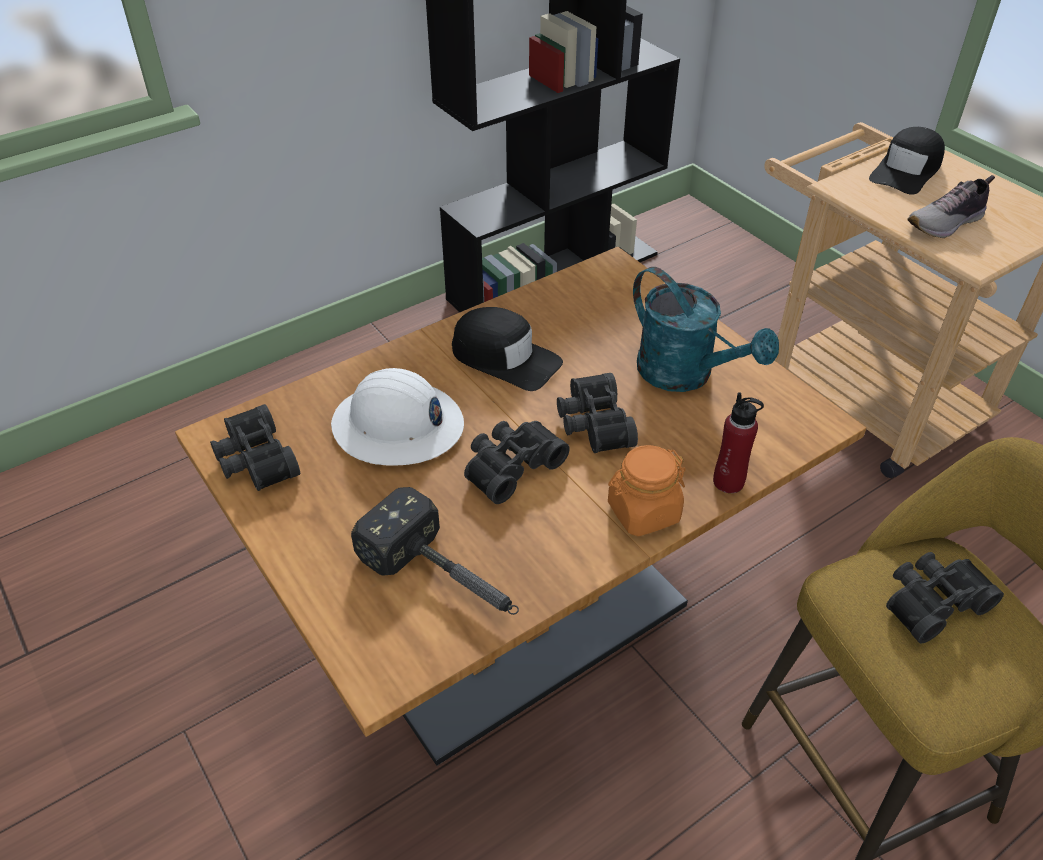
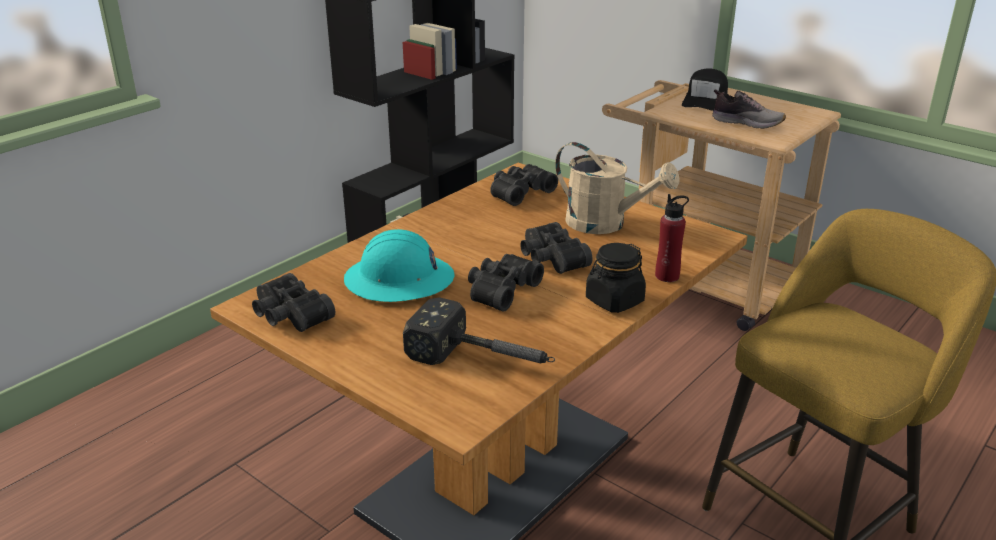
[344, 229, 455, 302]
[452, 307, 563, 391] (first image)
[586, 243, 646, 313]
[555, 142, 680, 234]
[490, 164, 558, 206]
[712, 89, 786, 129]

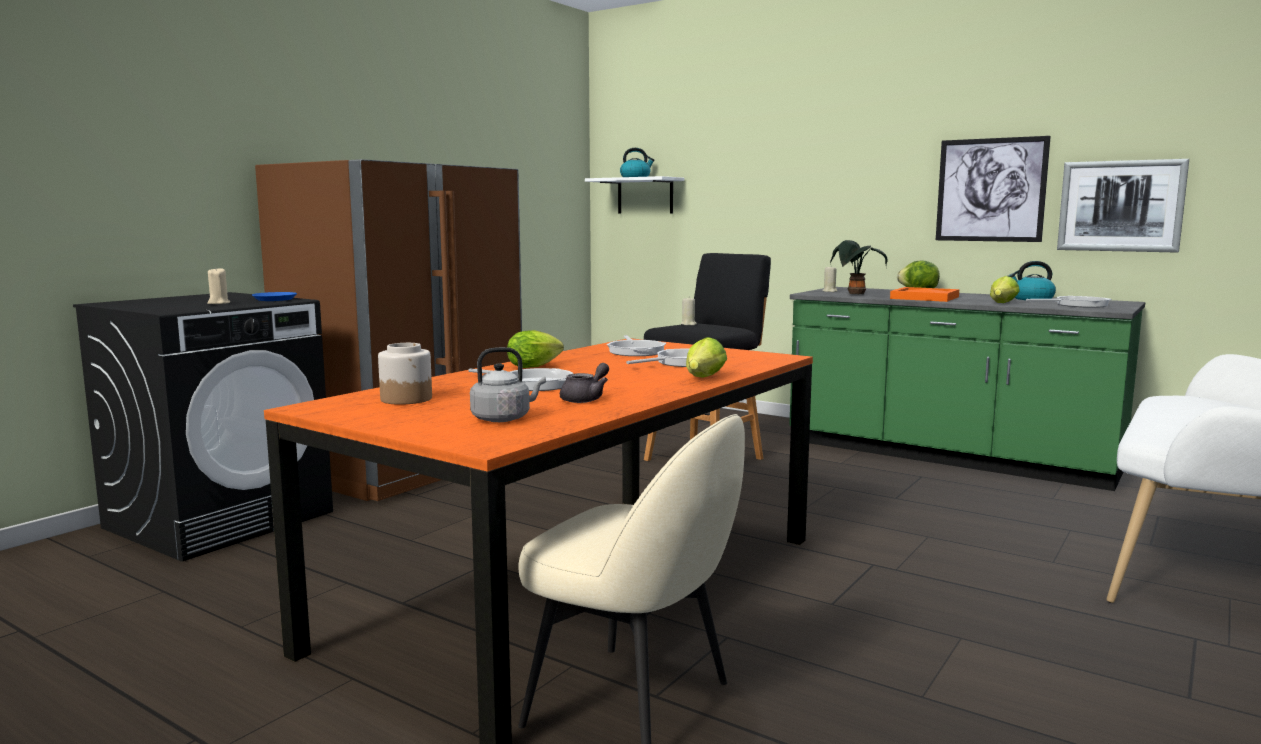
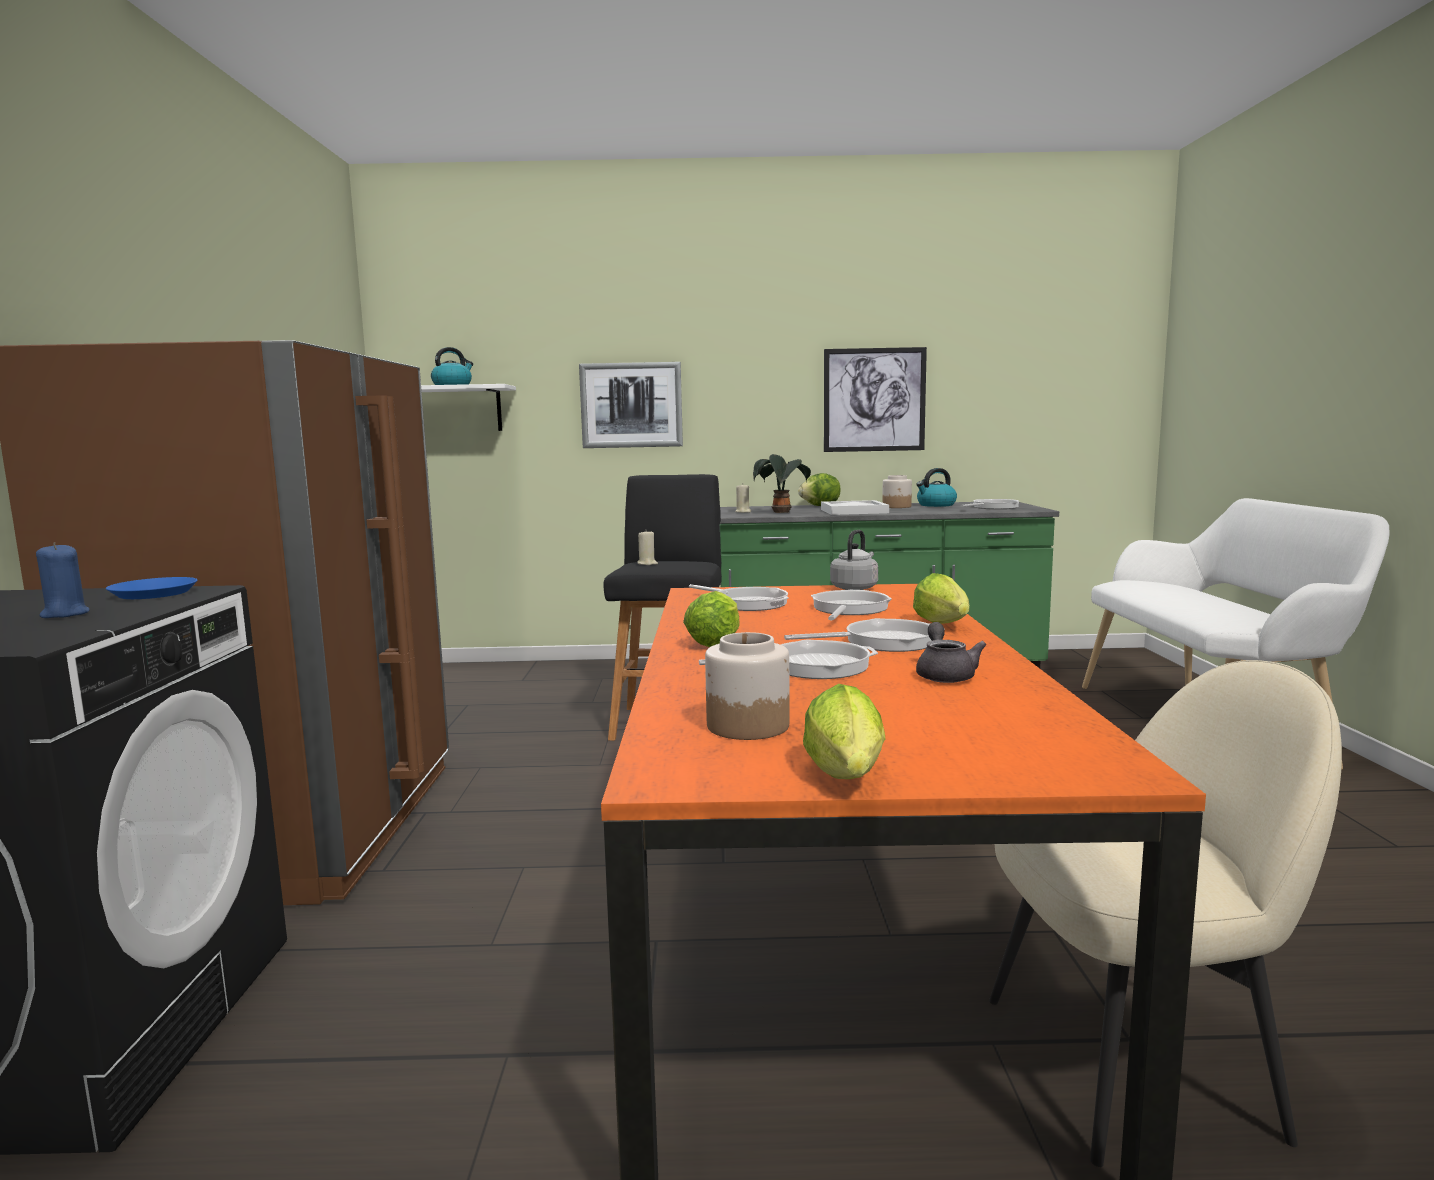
[36, 543, 90, 618]
[830, 530, 878, 590]
[821, 500, 889, 515]
[803, 684, 885, 779]
[579, 362, 683, 448]
[784, 618, 945, 652]
[882, 475, 912, 508]

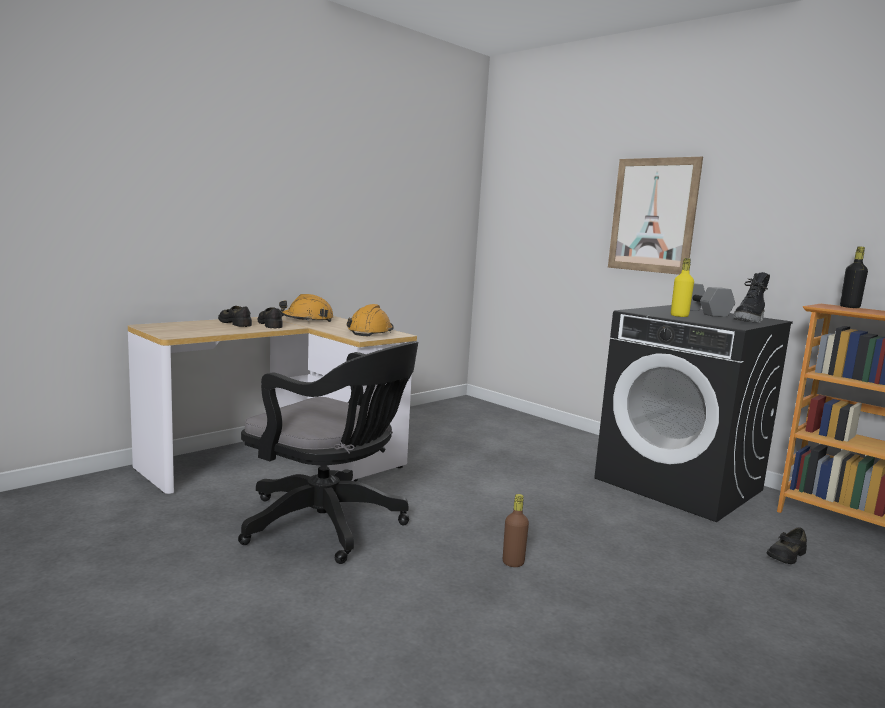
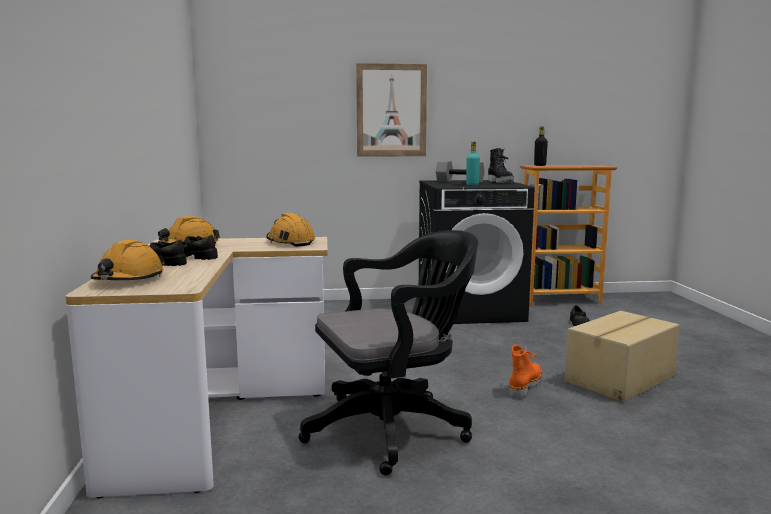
[509, 344, 542, 399]
[466, 142, 480, 186]
[91, 240, 166, 280]
[564, 311, 679, 402]

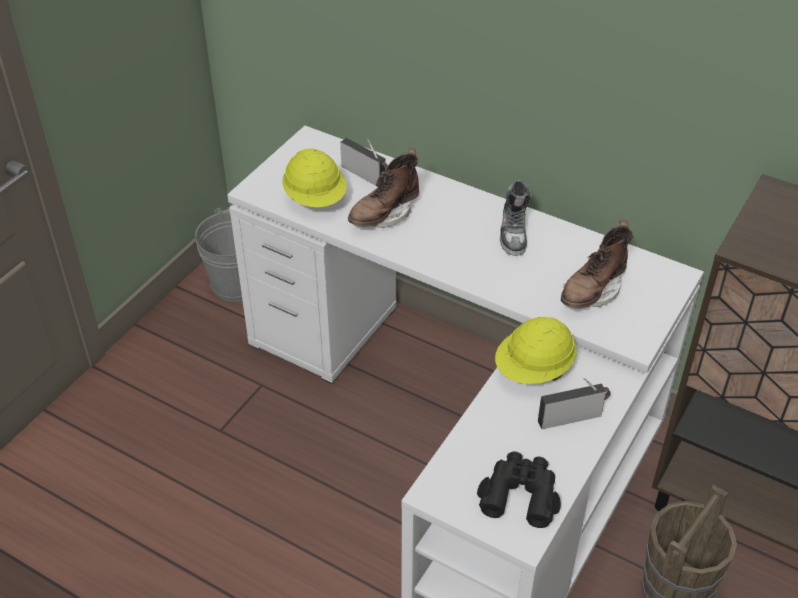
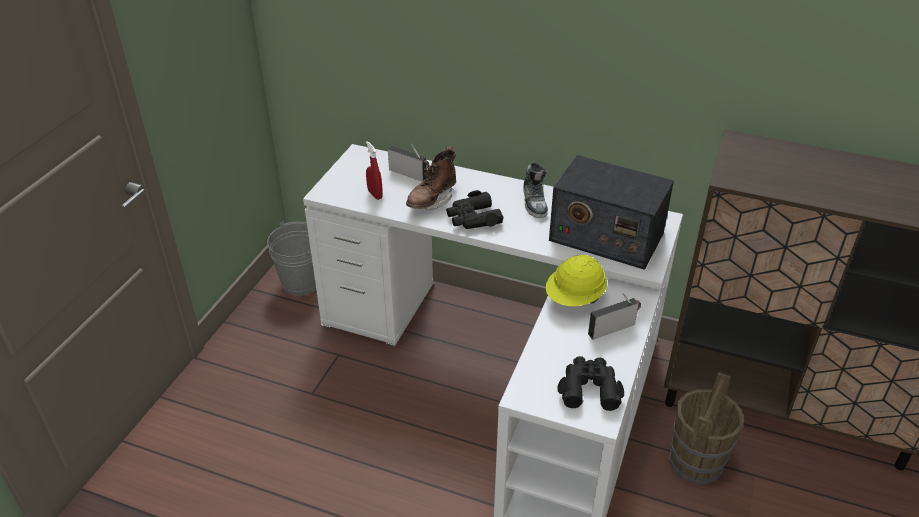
[366, 141, 383, 200]
[549, 155, 674, 270]
[446, 190, 504, 229]

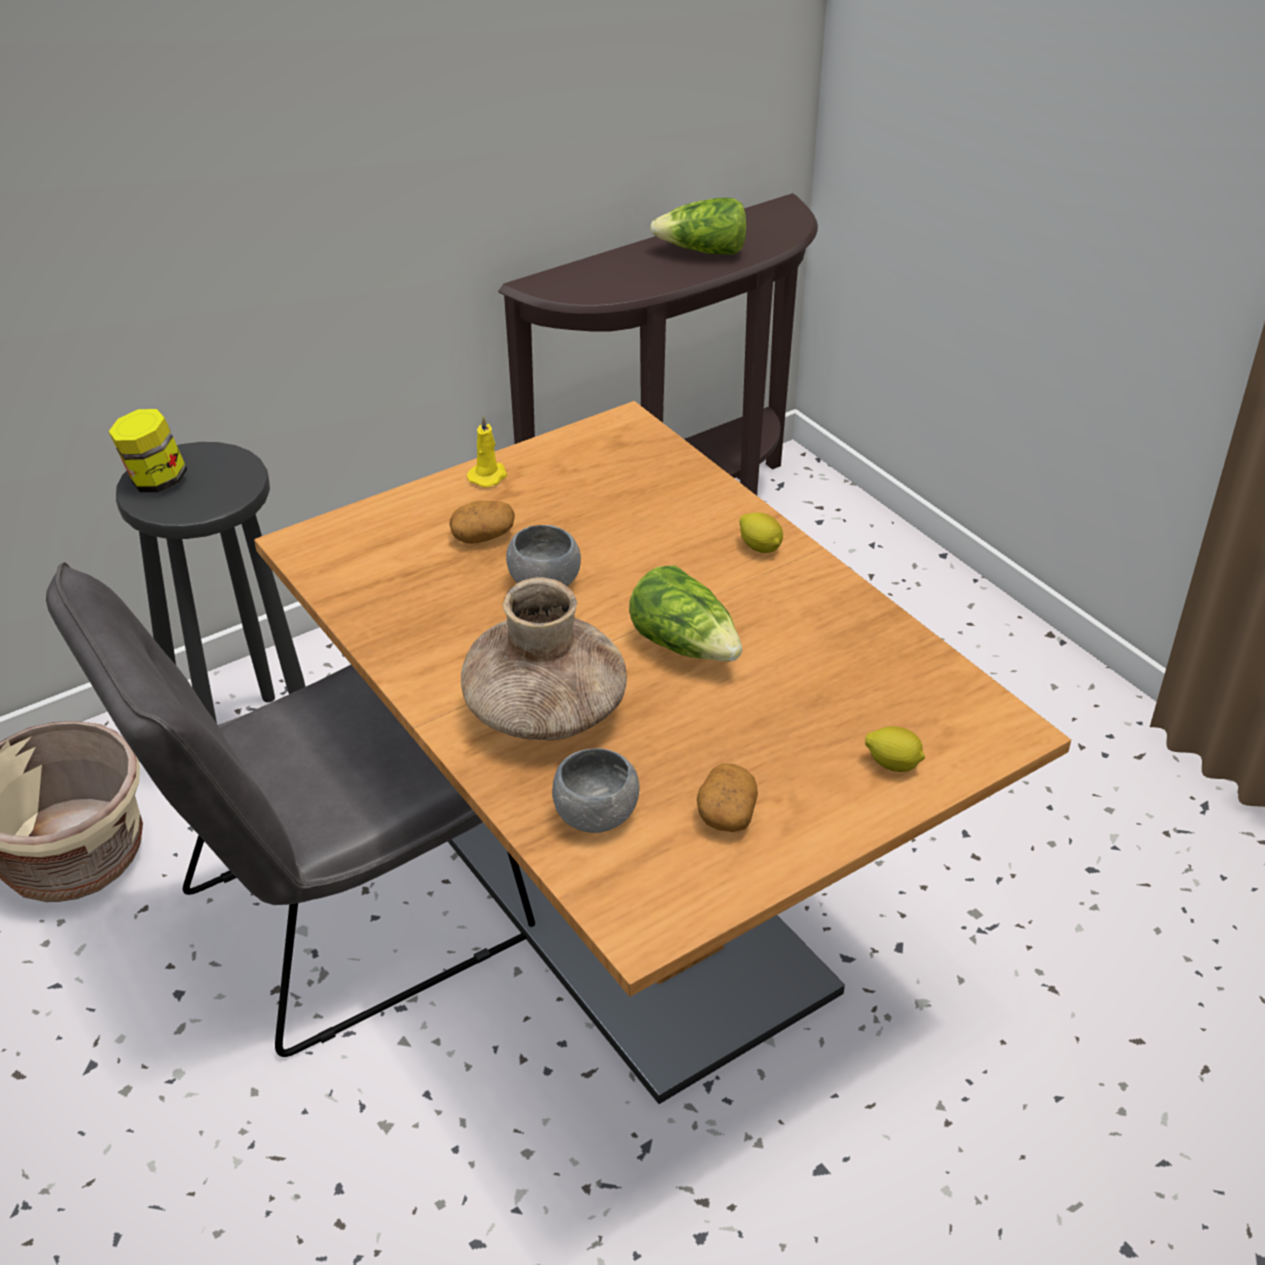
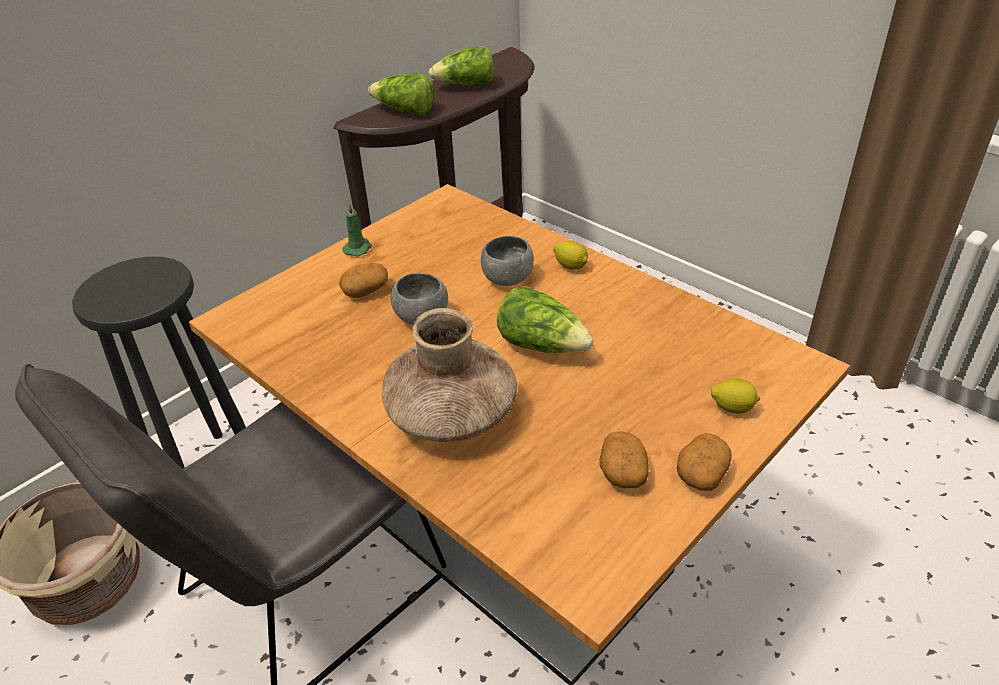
[108, 409, 187, 492] (first image)
[342, 202, 372, 257]
[481, 236, 534, 286]
[368, 73, 434, 115]
[677, 433, 731, 491]

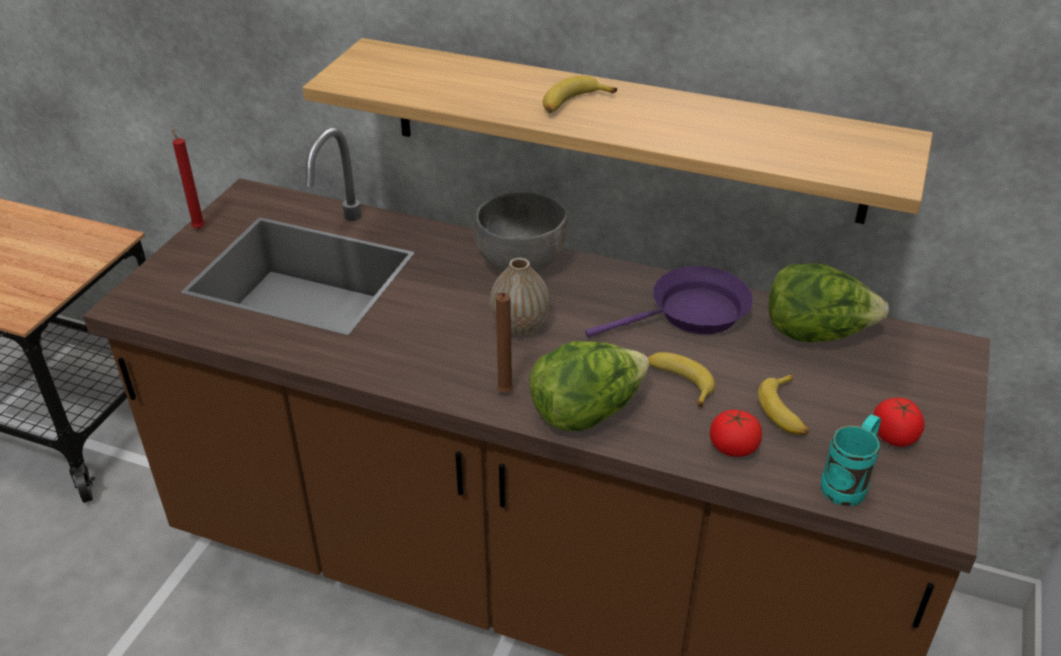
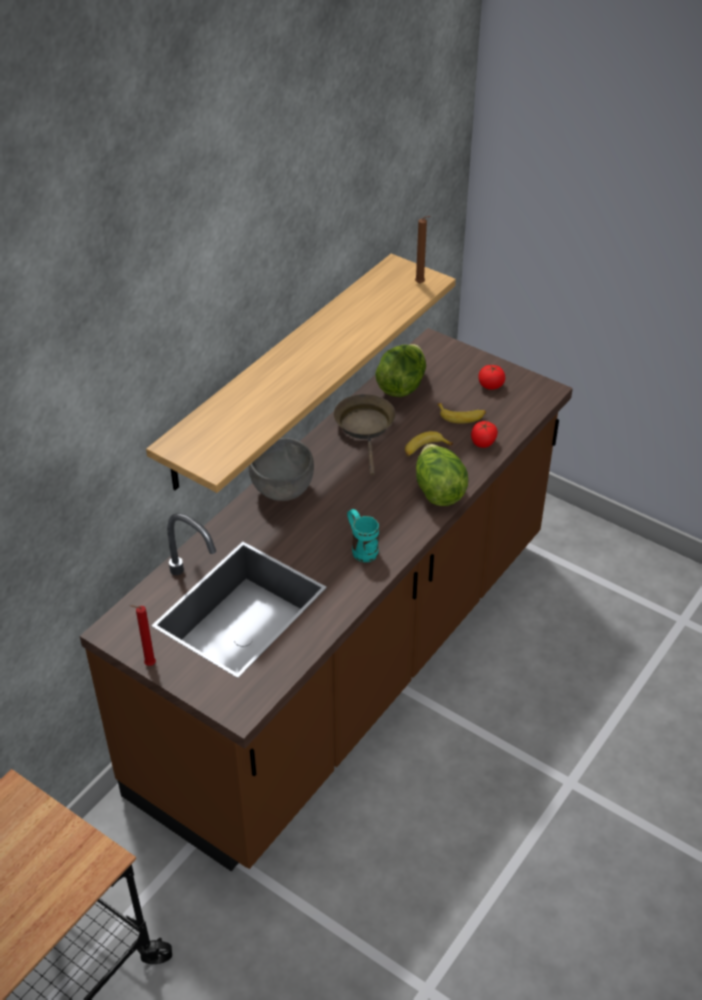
[490, 258, 549, 336] (first image)
[415, 216, 430, 283]
[543, 76, 617, 113] (first image)
[334, 394, 396, 476]
[347, 509, 379, 562]

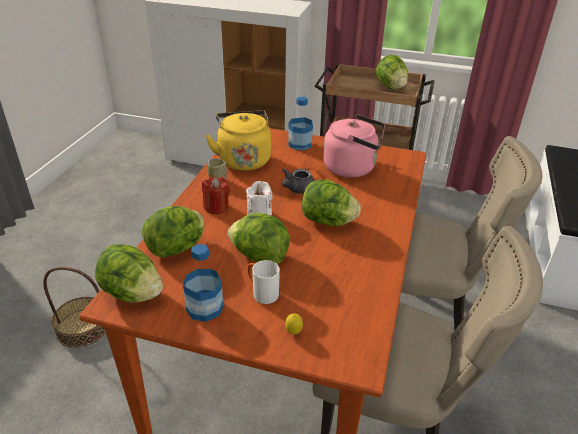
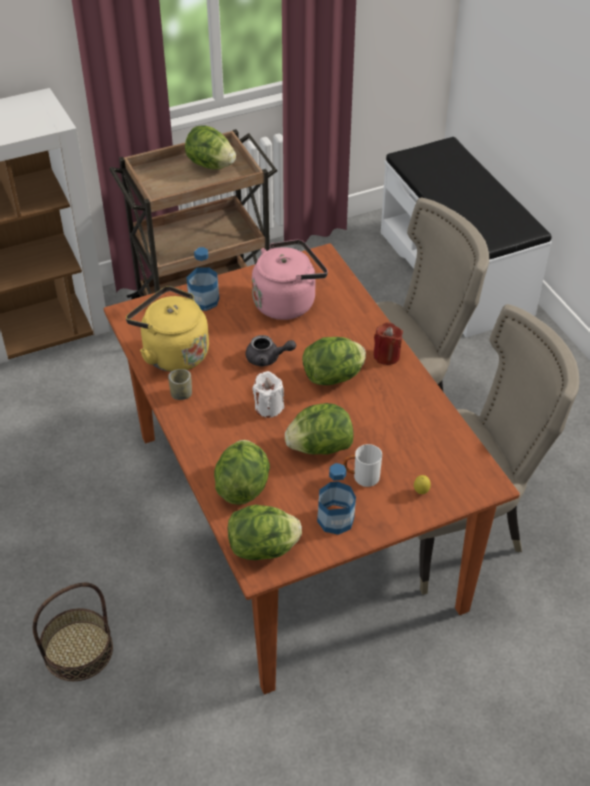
[373, 322, 403, 365]
[245, 335, 296, 367]

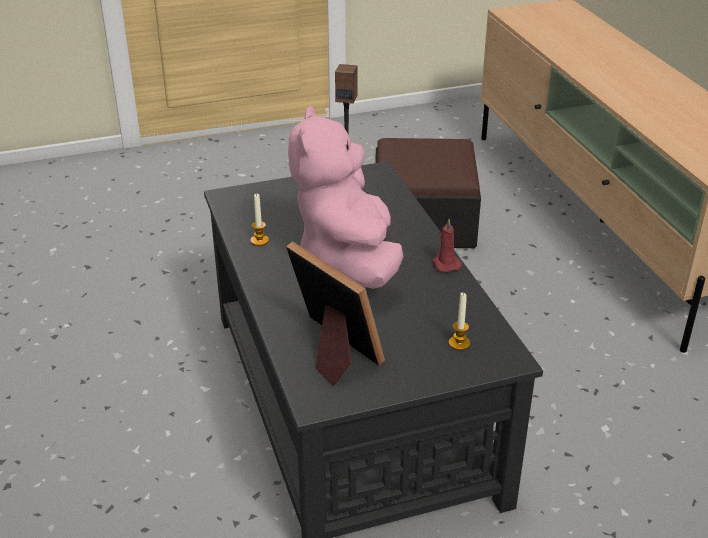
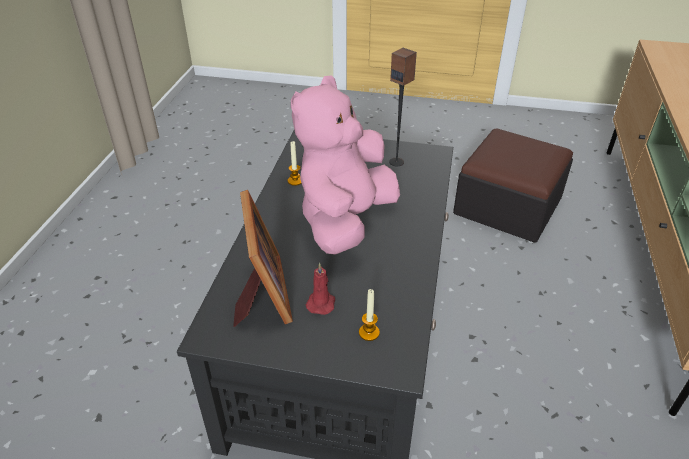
[306, 263, 335, 315]

